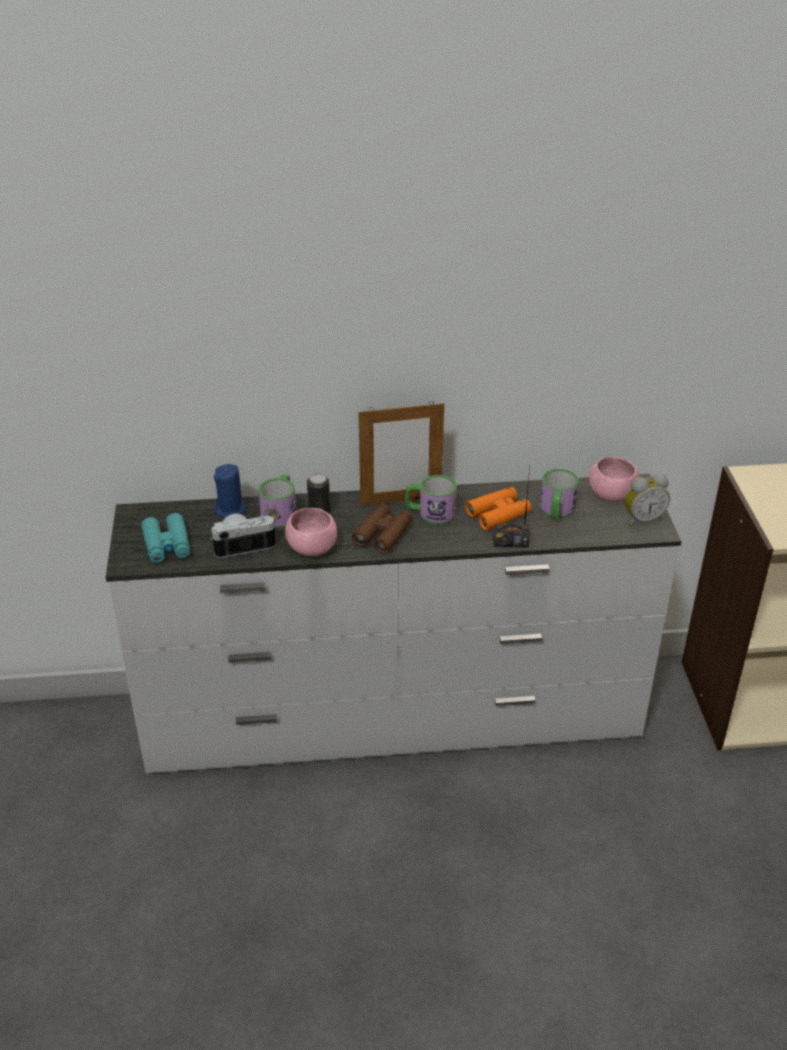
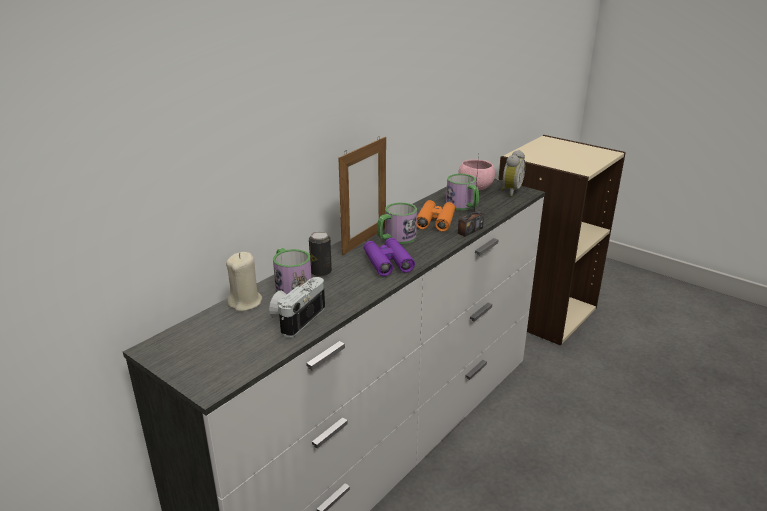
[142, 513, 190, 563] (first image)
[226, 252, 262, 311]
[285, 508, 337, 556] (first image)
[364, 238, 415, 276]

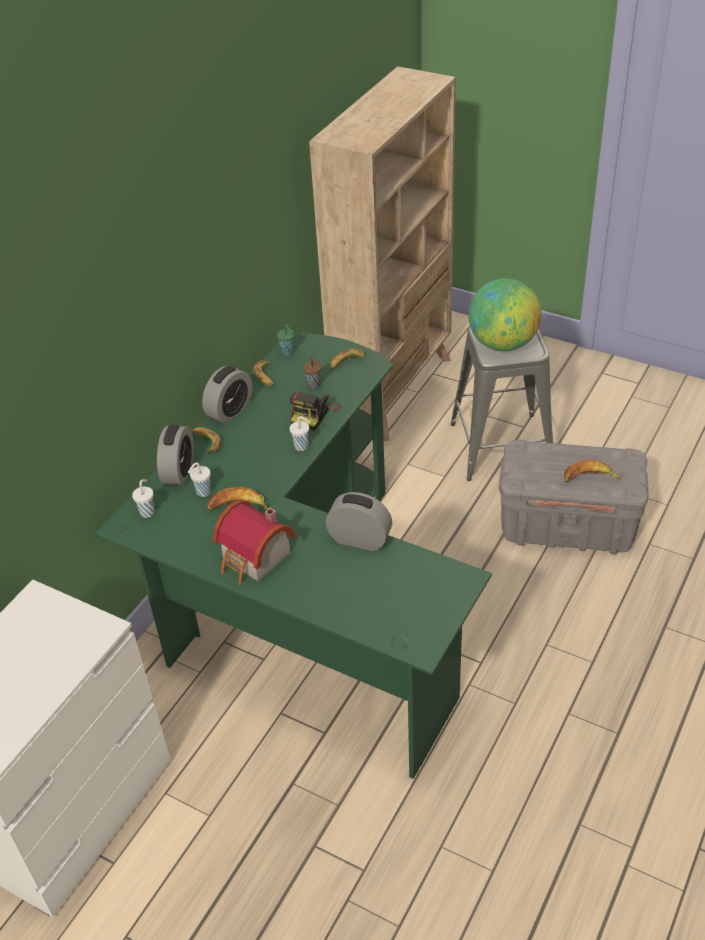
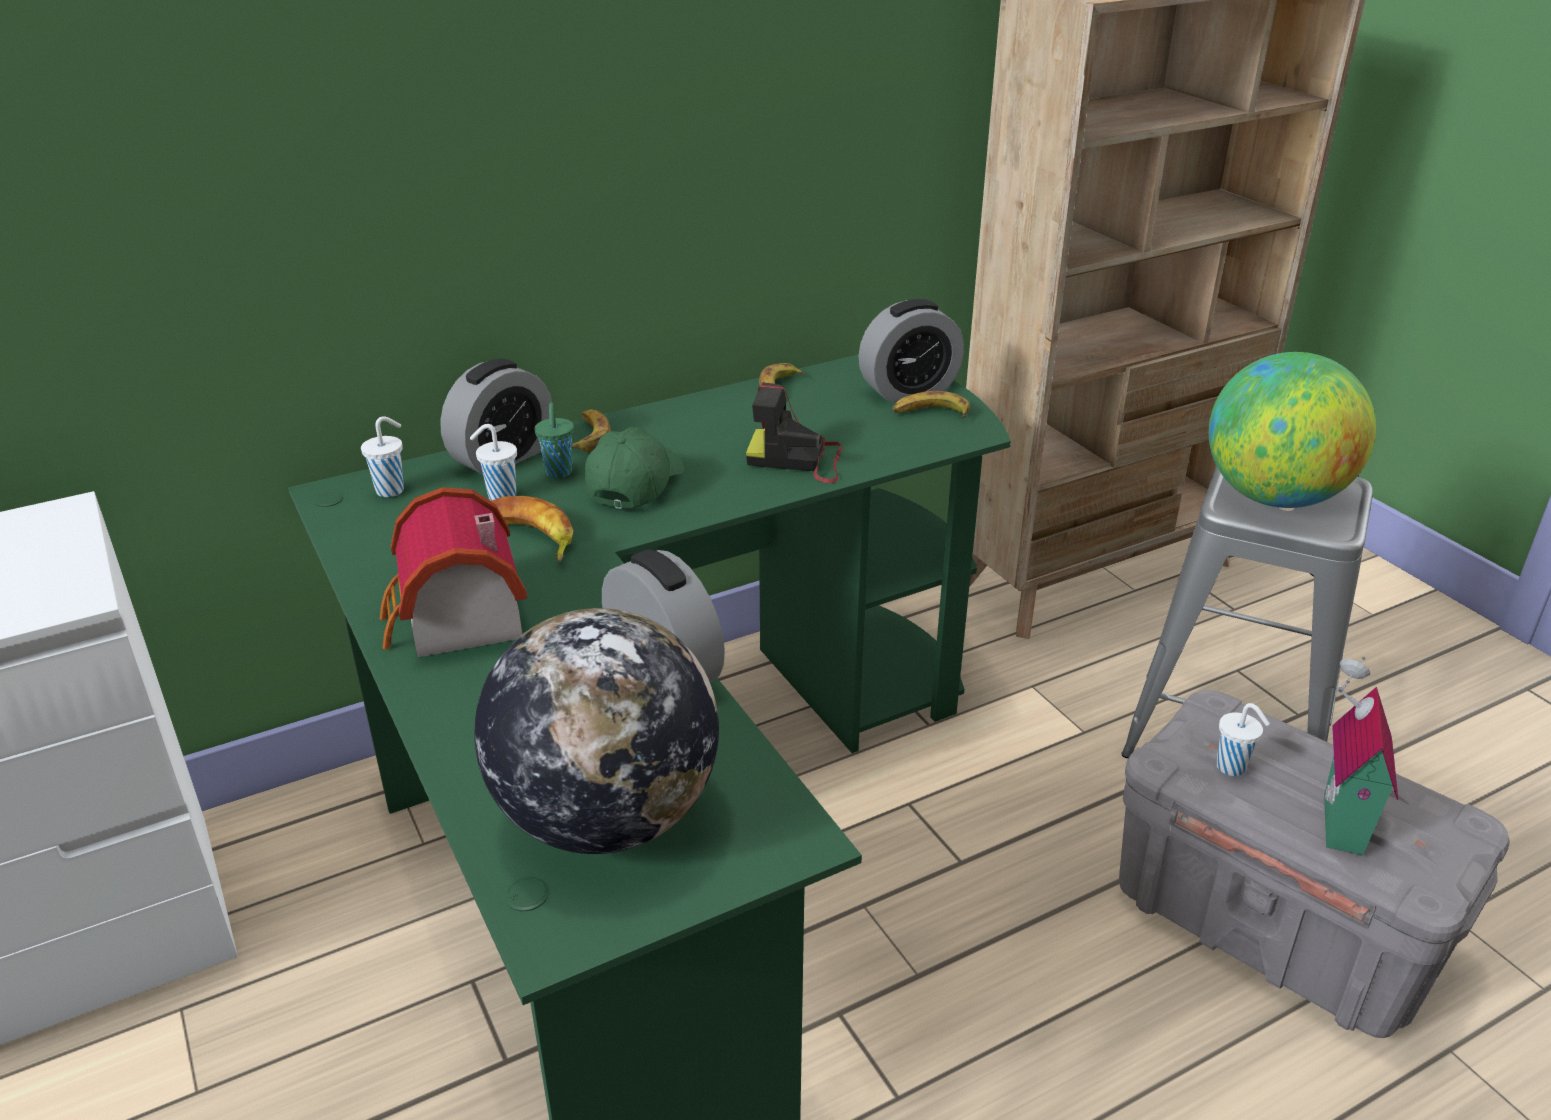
[858, 299, 964, 402]
[534, 402, 574, 478]
[746, 382, 842, 483]
[1216, 703, 1270, 776]
[303, 357, 322, 390] (first image)
[1324, 656, 1398, 855]
[474, 608, 719, 854]
[585, 427, 684, 509]

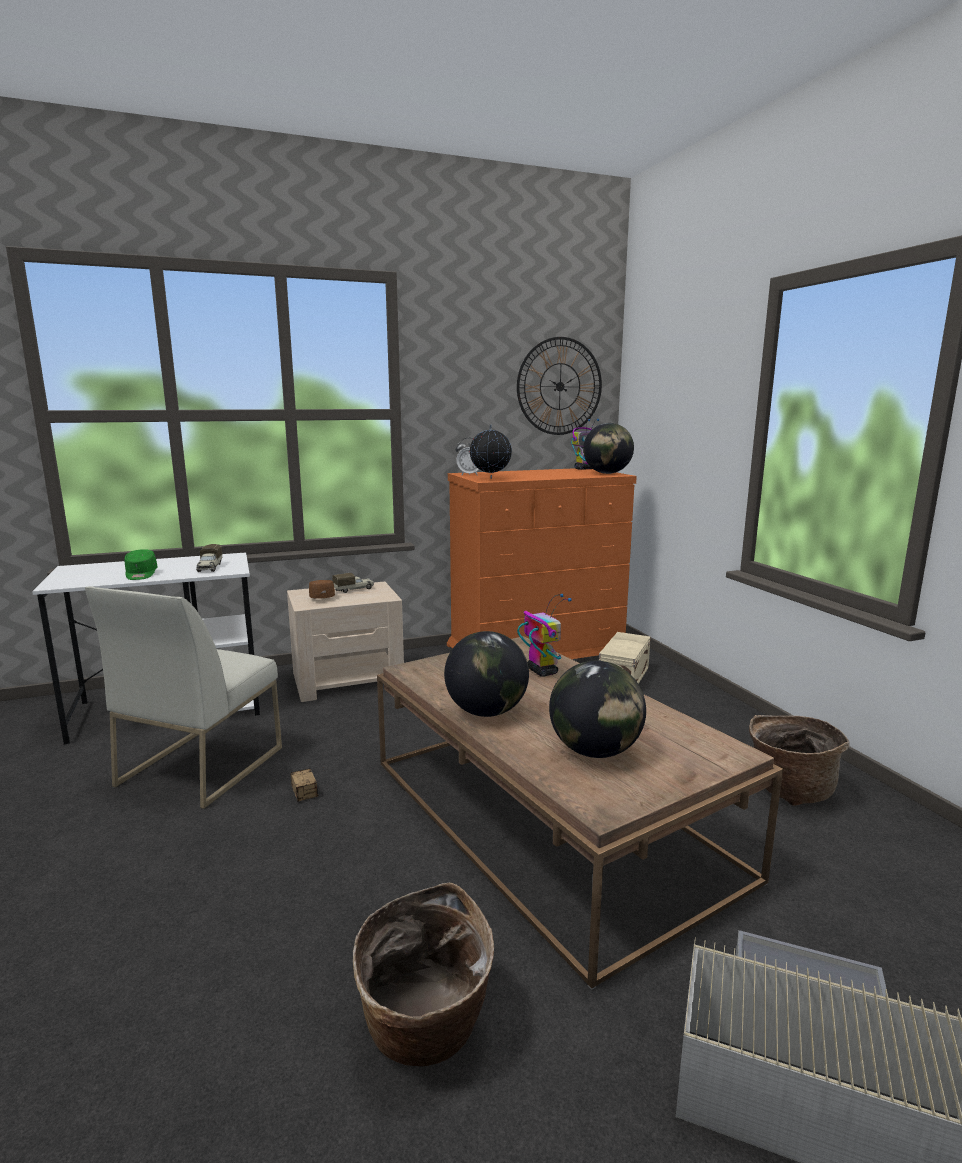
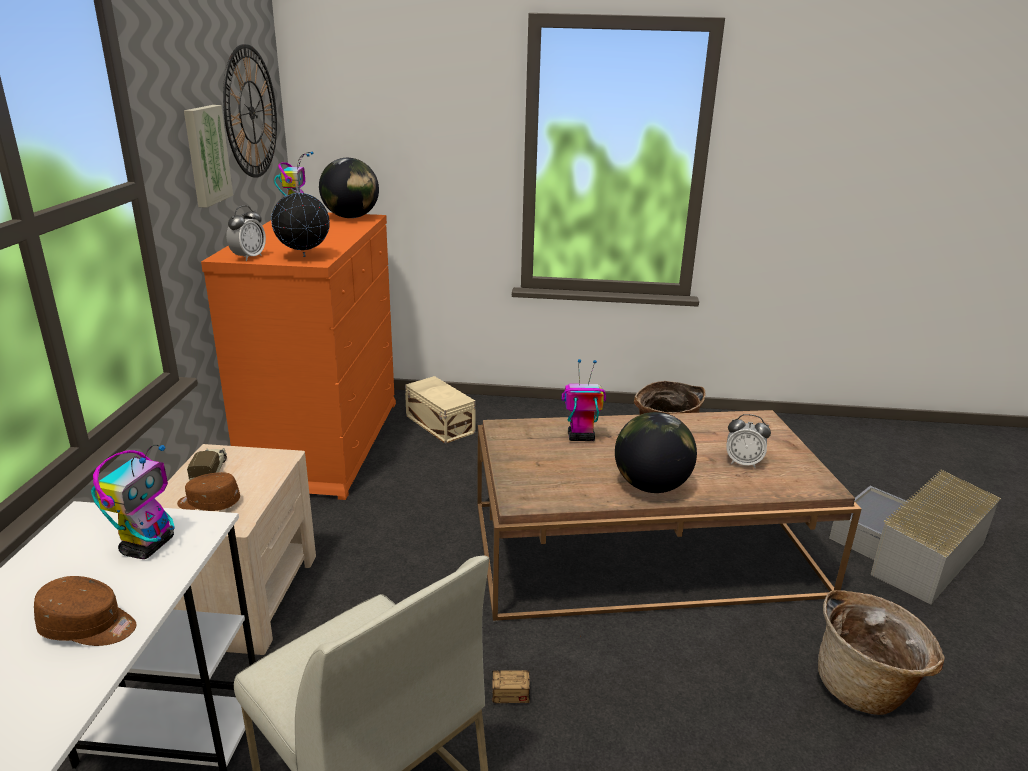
[34, 576, 136, 646]
[91, 445, 175, 559]
[726, 414, 771, 468]
[184, 105, 233, 208]

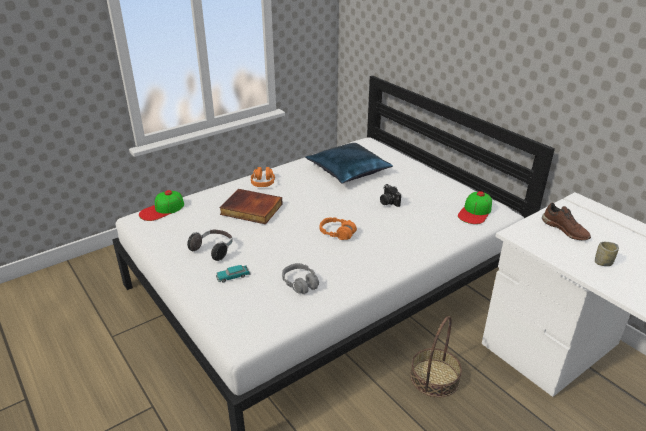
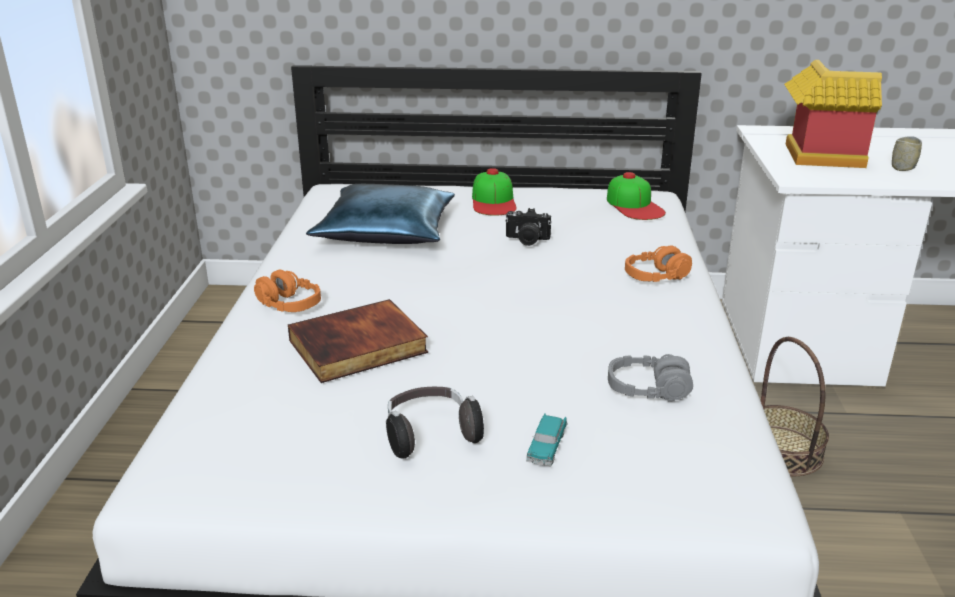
[472, 168, 517, 216]
[625, 245, 692, 282]
[784, 60, 882, 168]

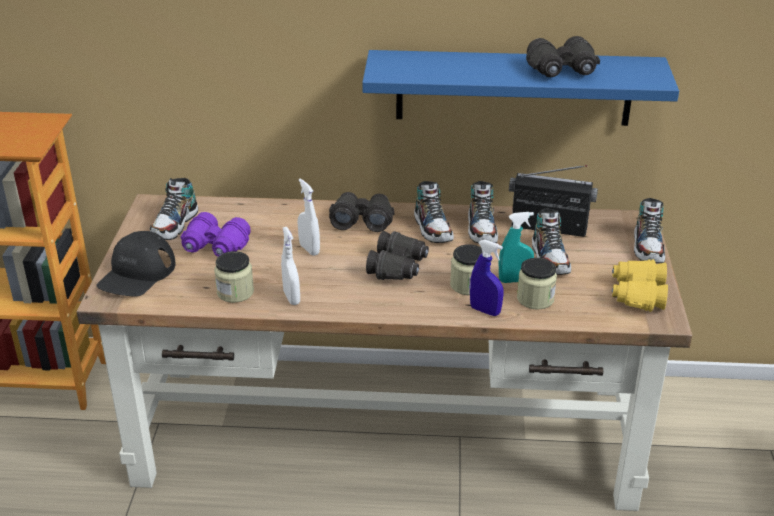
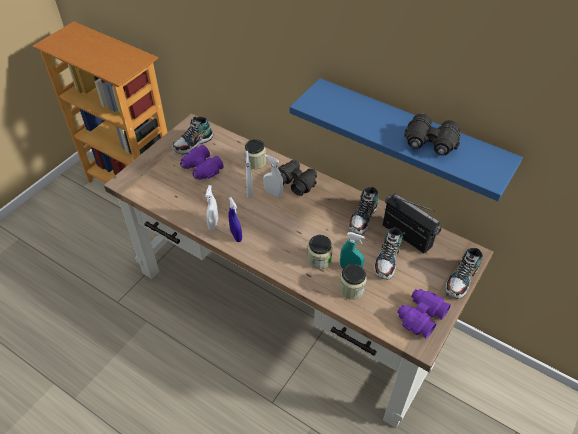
[96, 231, 176, 297] (first image)
[244, 139, 266, 169]
[366, 231, 429, 280] (first image)
[414, 181, 454, 243] (first image)
[228, 197, 242, 242]
[397, 289, 451, 338]
[264, 155, 283, 197]

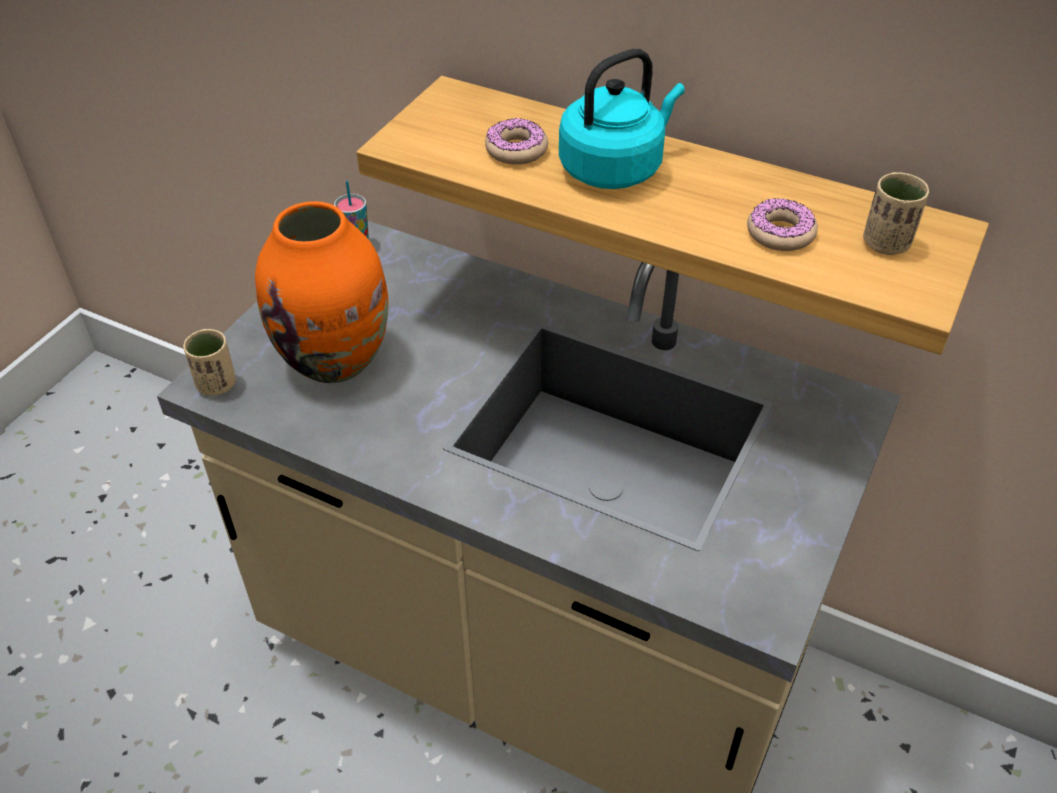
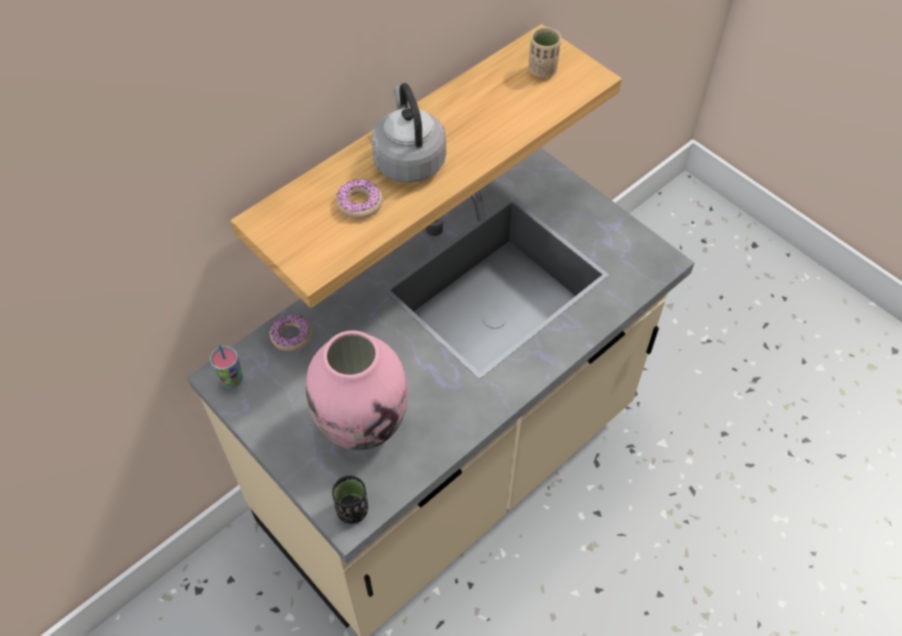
[332, 475, 368, 524]
[306, 330, 408, 450]
[371, 83, 446, 183]
[270, 313, 312, 352]

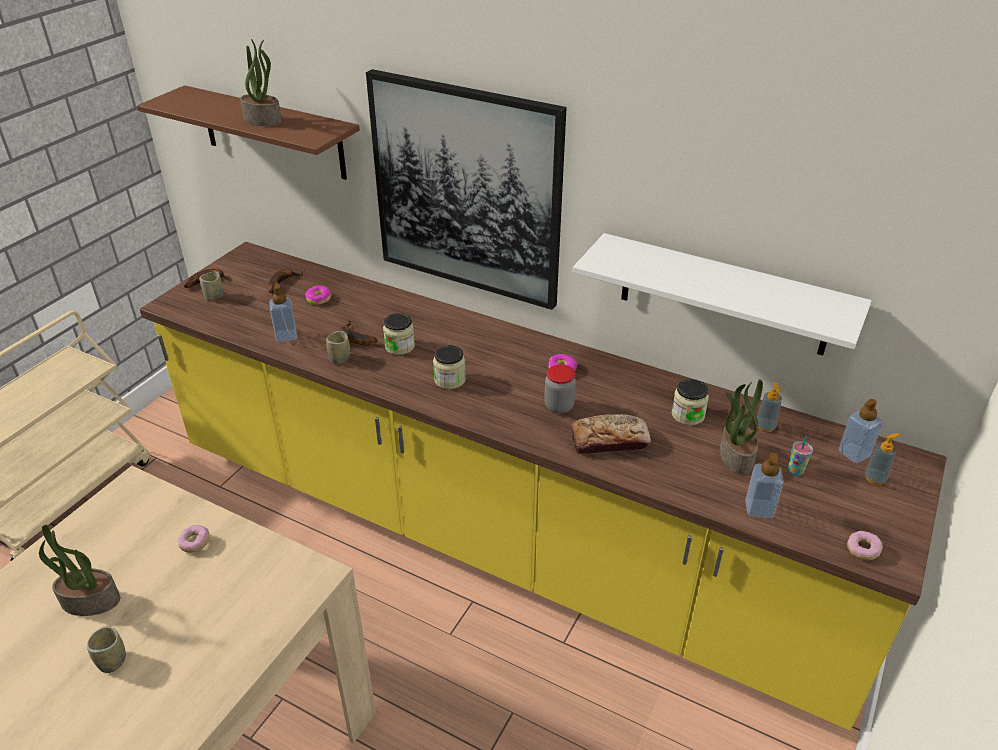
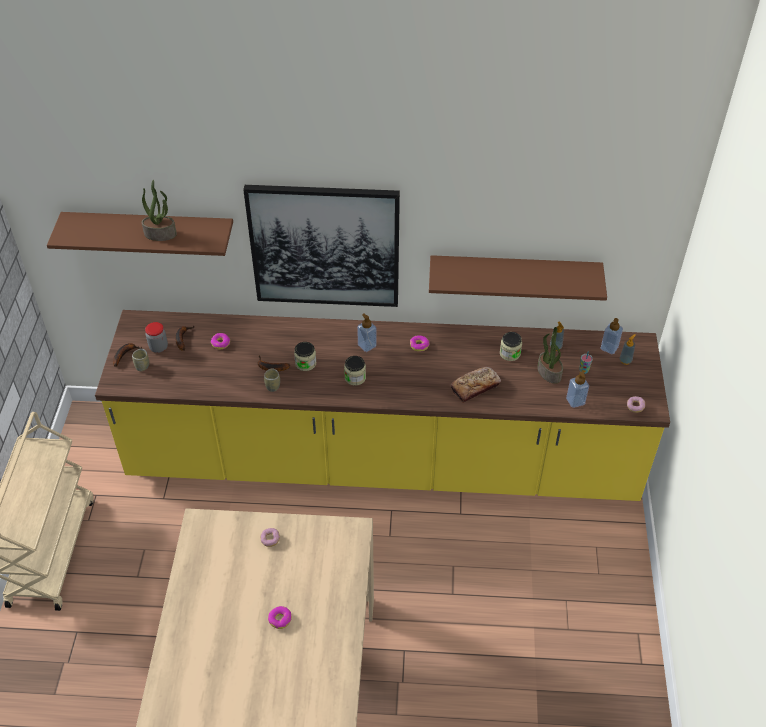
[39, 525, 120, 616] (first image)
[268, 606, 292, 629]
[357, 313, 377, 352]
[145, 322, 168, 353]
[429, 255, 607, 301]

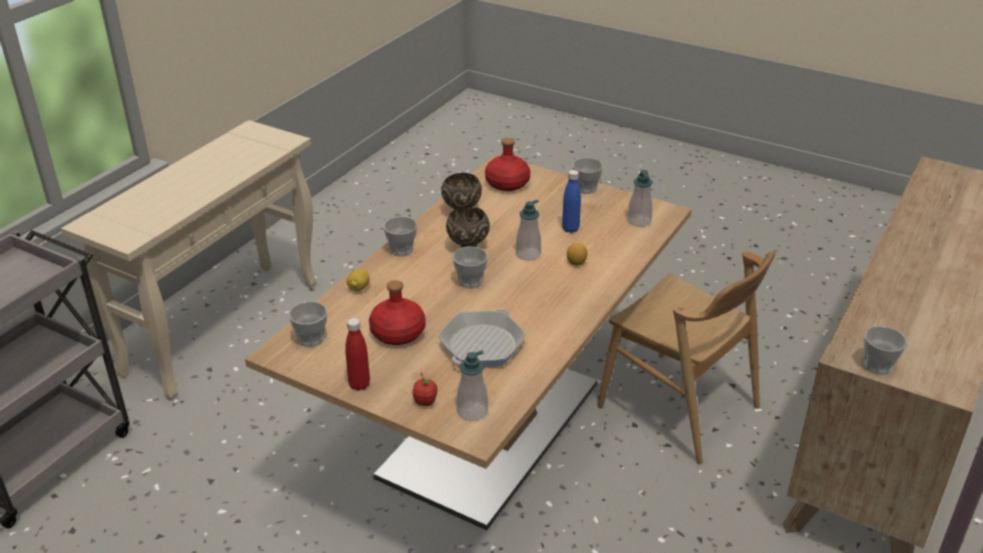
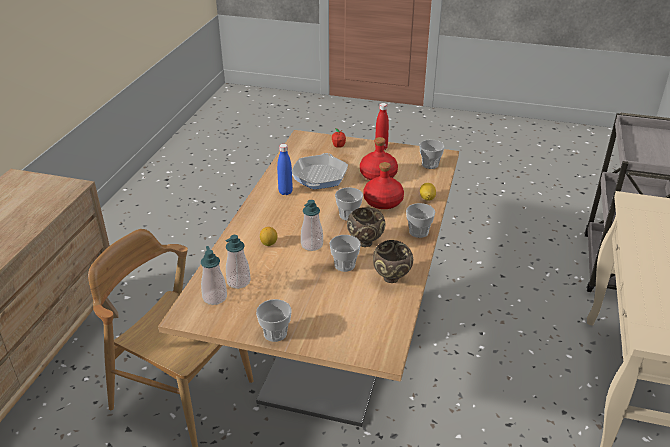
[225, 235, 251, 289]
[364, 162, 404, 209]
[277, 144, 293, 195]
[330, 235, 361, 272]

